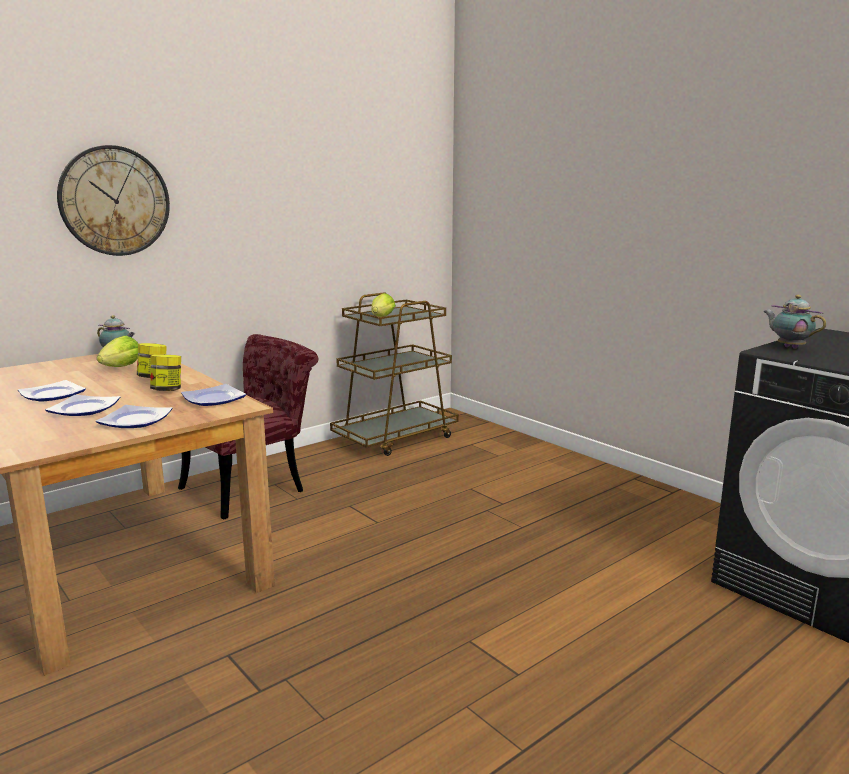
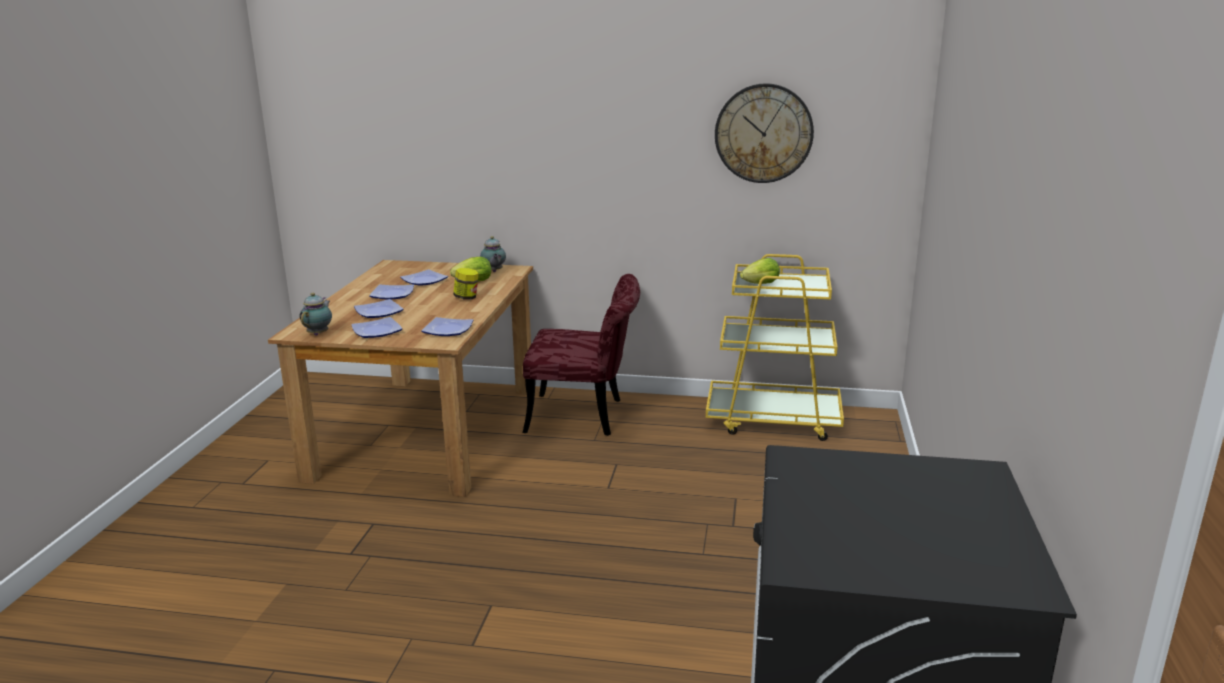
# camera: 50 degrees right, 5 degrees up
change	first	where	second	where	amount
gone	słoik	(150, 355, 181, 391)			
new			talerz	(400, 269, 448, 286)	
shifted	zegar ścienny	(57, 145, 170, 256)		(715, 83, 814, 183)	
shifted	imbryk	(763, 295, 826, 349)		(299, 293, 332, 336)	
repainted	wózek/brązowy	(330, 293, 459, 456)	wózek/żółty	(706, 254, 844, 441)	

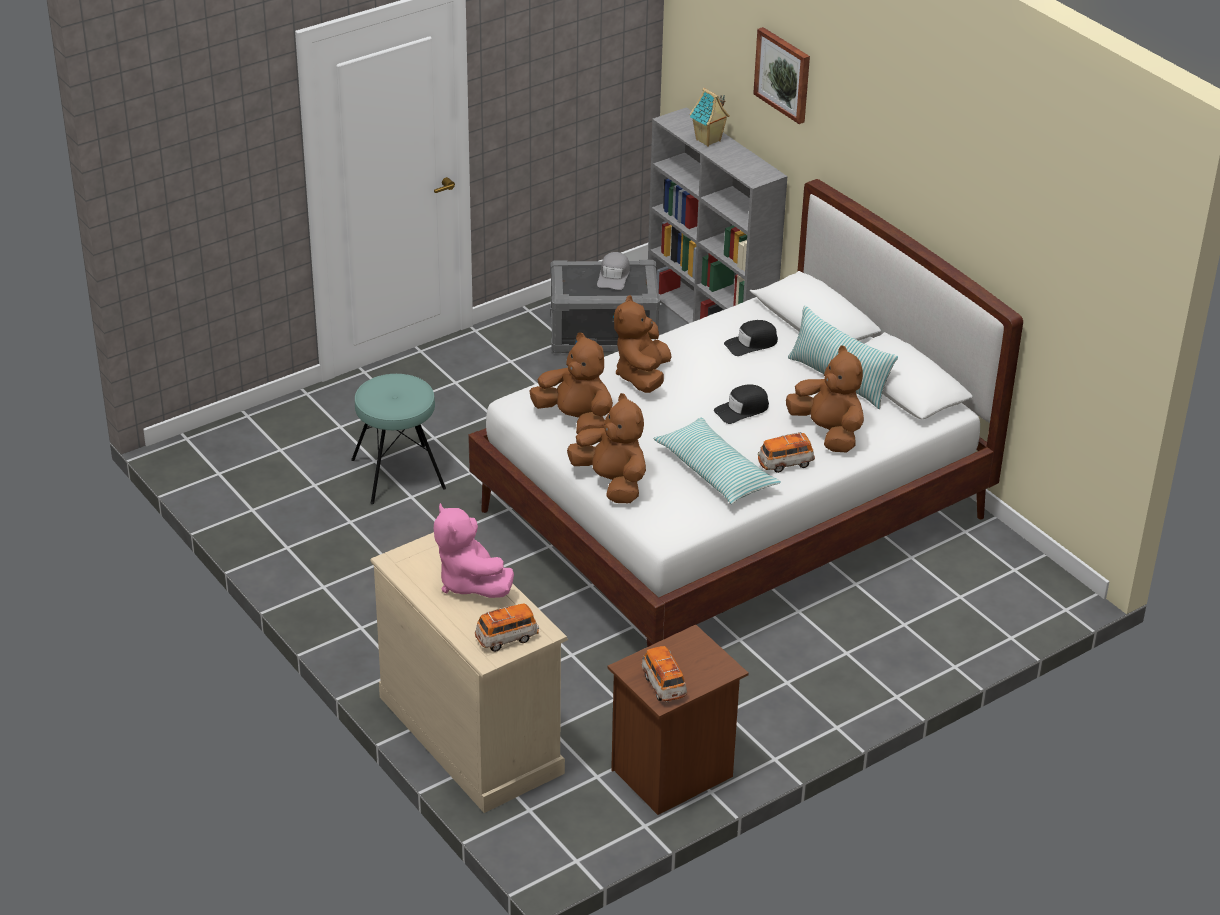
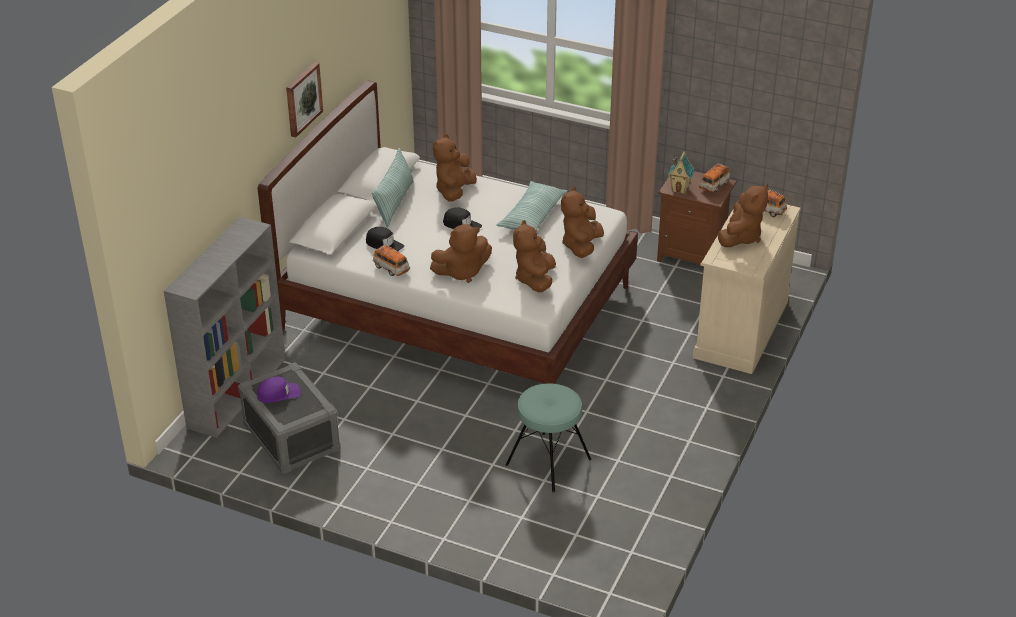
# camera: 120 degrees left, 0 degrees up
change	first	where	second	where	amount
shifted	domek	(689, 88, 730, 147)		(668, 151, 695, 194)	
shifted	obraz	(753, 27, 810, 124)		(286, 62, 323, 137)	
shifted	samochodzik	(758, 432, 815, 473)		(373, 245, 410, 276)	
repainted	pluszak/różowy	(434, 503, 514, 598)	pluszak/brązowy	(718, 184, 768, 247)	
repainted	czapka z daszkiem/szary	(597, 252, 630, 290)	czapka z daszkiem/fioletowy	(257, 376, 301, 403)	

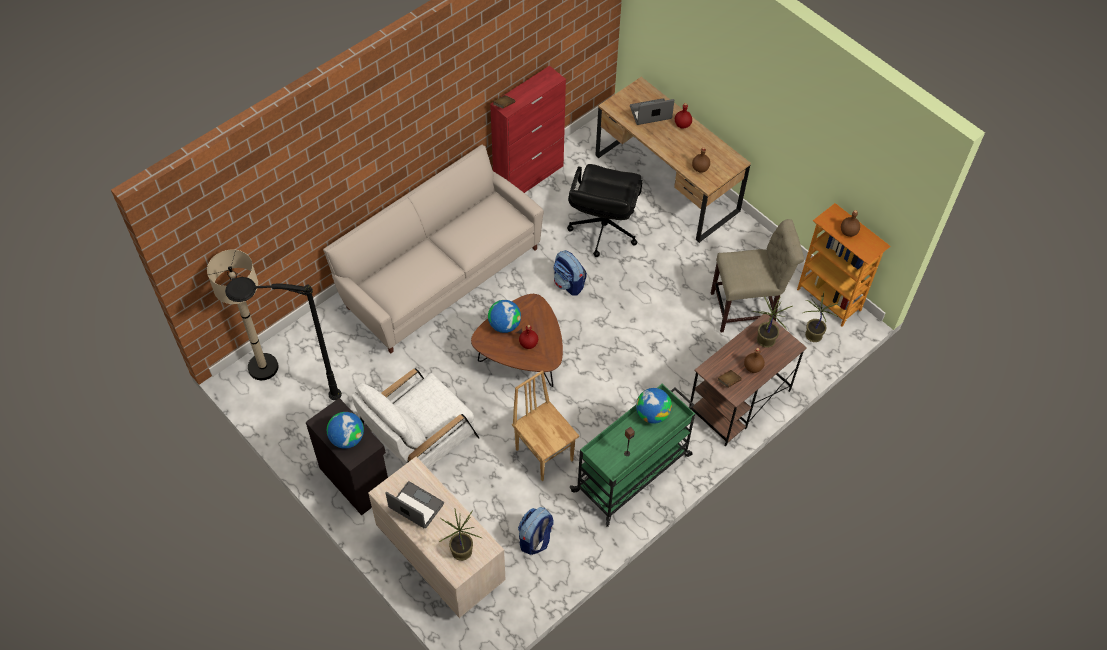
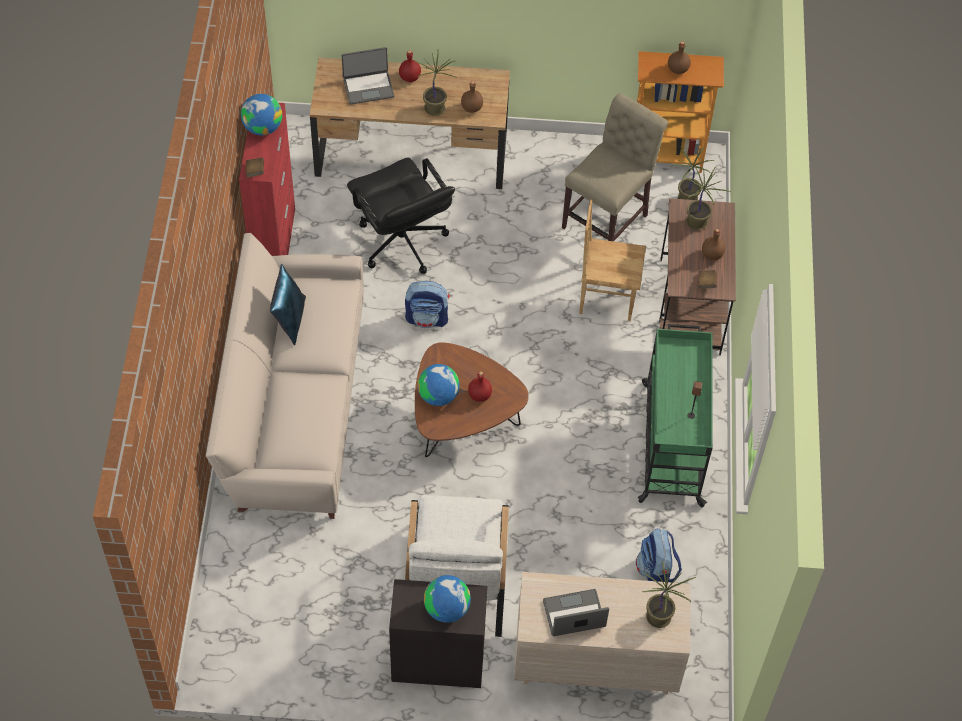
# camera: 45 degrees left, 0 degrees up
change	first	where	second	where	amount
gone	lampa stojąca/beżowy	(207, 249, 278, 380)			
gone	lampa stojąca/czarny	(225, 277, 342, 400)			
new			poduszka/niebieski	(270, 264, 306, 345)	
new			roślina doniczkowa	(414, 49, 457, 116)	
shifted	krzesło/brązowy	(512, 370, 579, 481)		(579, 200, 646, 321)	
shifted	globus	(636, 388, 672, 424)		(241, 94, 282, 135)	
rotated	laptop	(630, 98, 674, 125)		(342, 47, 394, 105)	135 degrees counterclockwise

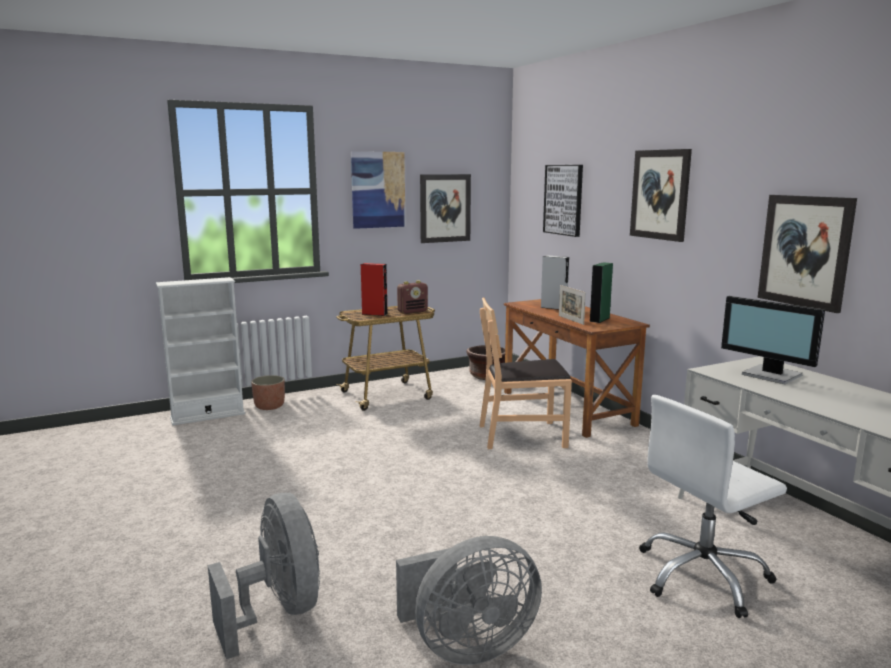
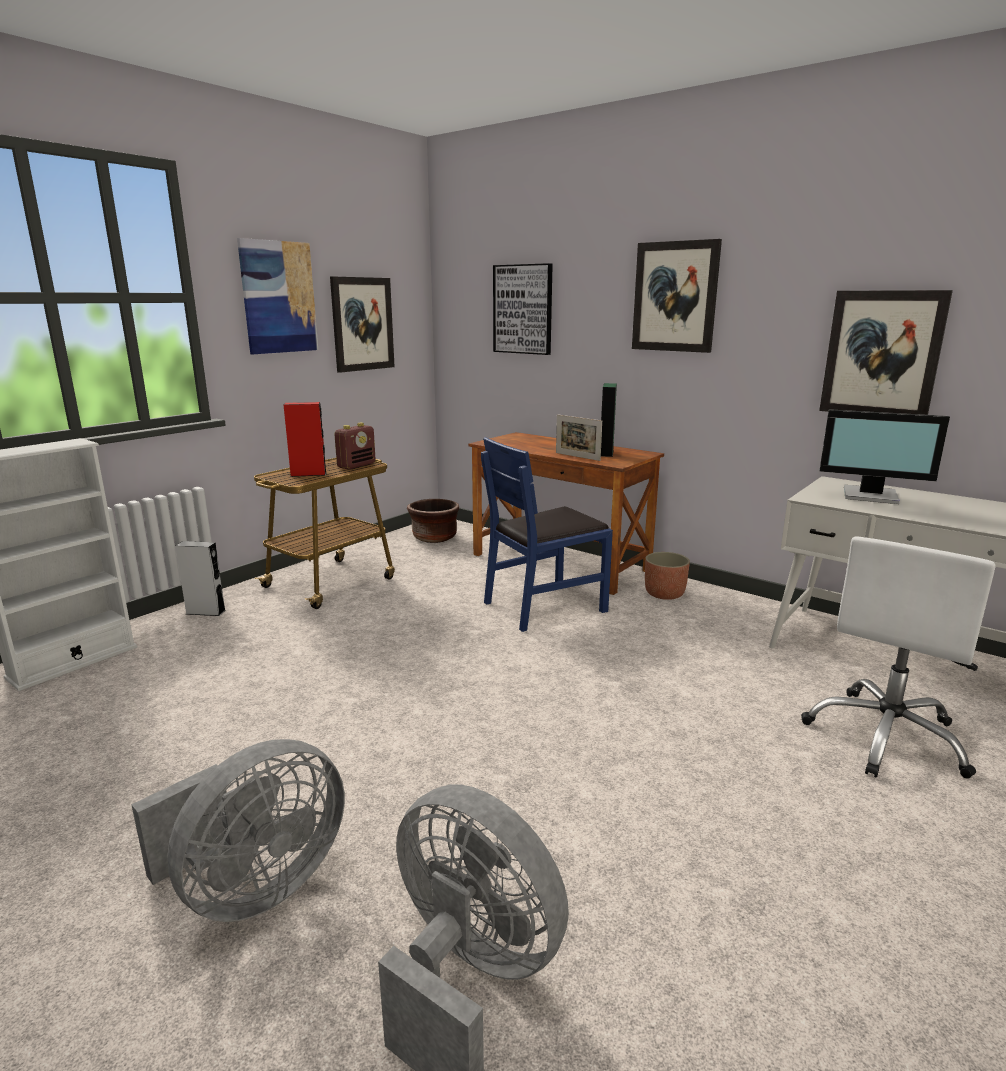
# camera: 25 degrees left, 5 degrees up
change	first	where	second	where	amount
shifted	donica	(251, 375, 285, 410)		(645, 552, 690, 600)	
shifted	wentylator/szary	(396, 536, 542, 665)		(131, 739, 345, 922)	
shifted	głośnik/szary	(541, 255, 569, 310)		(175, 541, 226, 616)	
repainted	krzesło/brązowy	(480, 297, 572, 449)	krzesło/niebieski	(481, 437, 613, 632)	

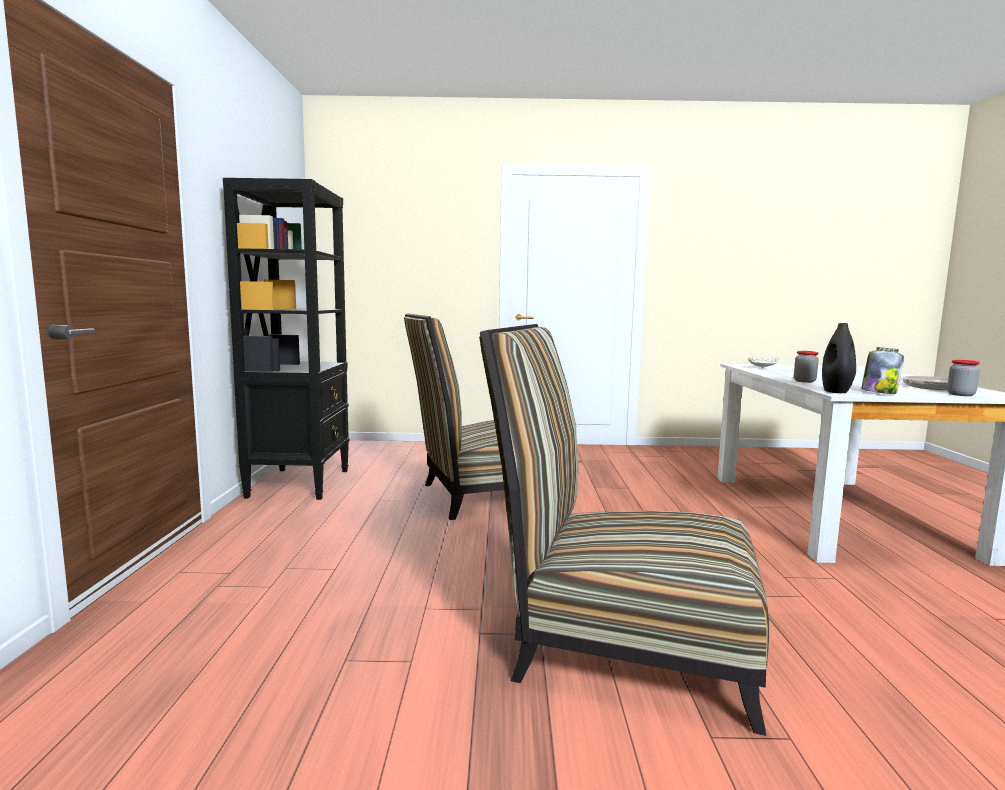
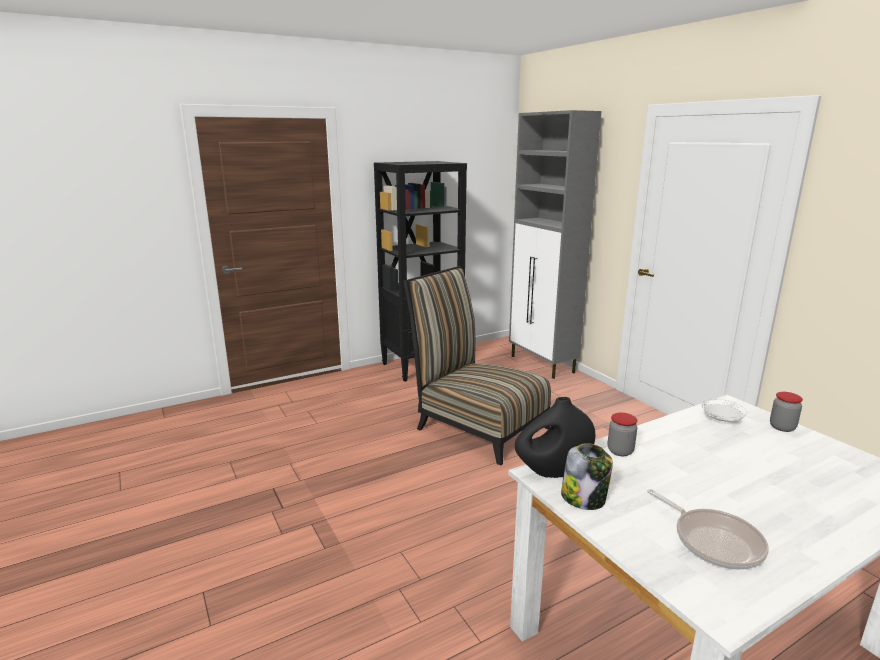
# camera: 60 degrees right, 10 degrees up
change	first	where	second	where	amount
gone	krzesło	(479, 324, 769, 736)			
new			szafka/szary	(509, 110, 601, 379)	
shifted	słoik	(947, 360, 980, 396)		(770, 392, 803, 432)	

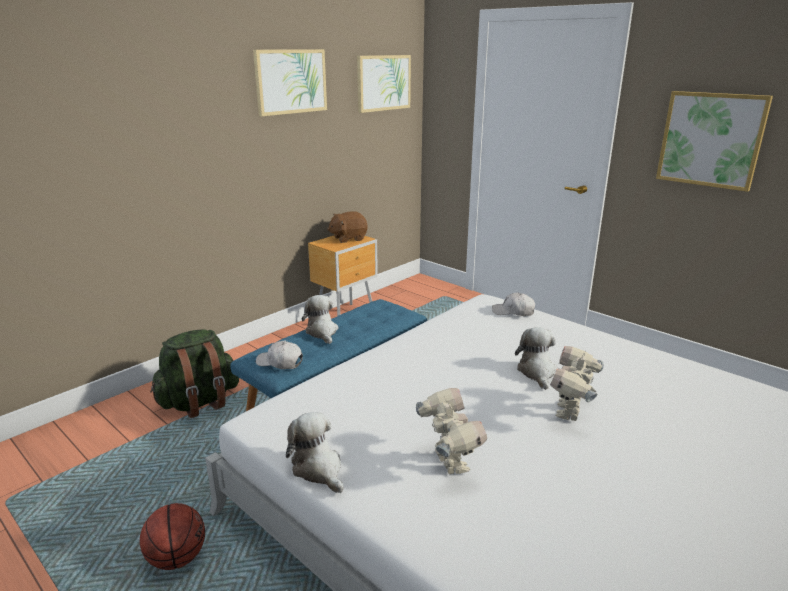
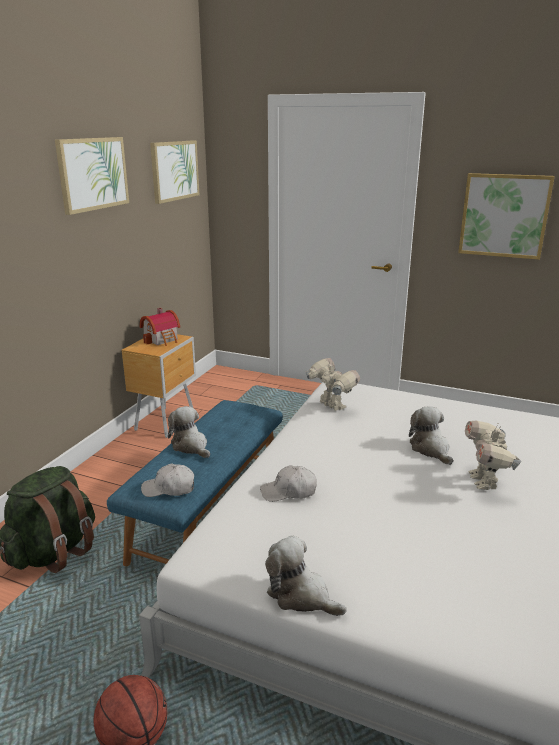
# camera: 20 degrees left, 0 degrees up
change	first	where	second	where	amount
shifted	robot zabawkowy	(416, 388, 487, 474)		(305, 358, 360, 411)	
shifted	czapka z daszkiem/biały	(492, 292, 535, 316)		(260, 465, 317, 502)	
swapped	pluszak/brązowy	(327, 211, 368, 243)	domek	(139, 308, 180, 346)	

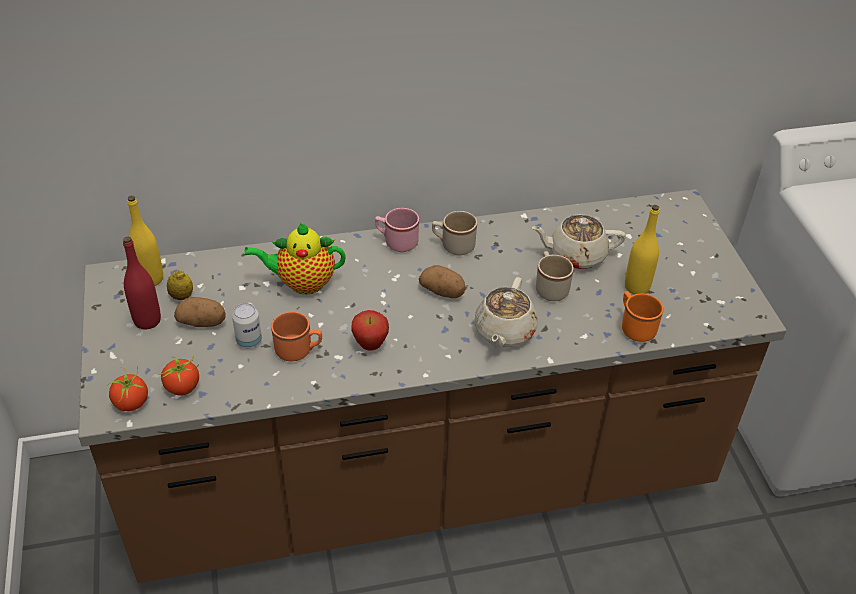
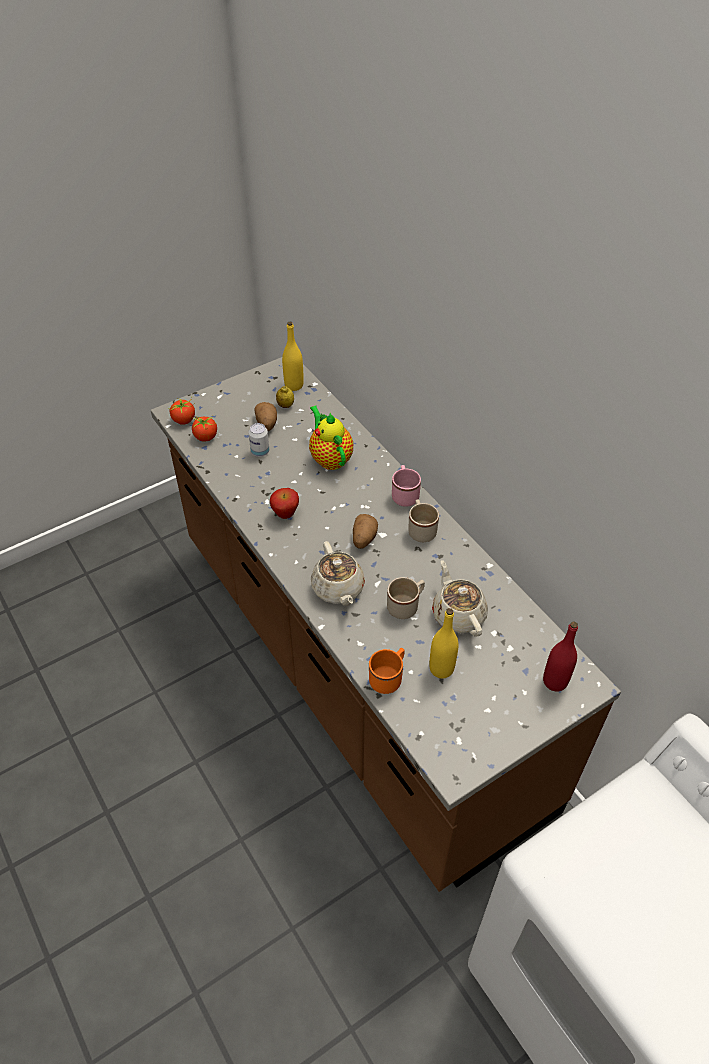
# camera: 70 degrees right, 5 degrees up
change	first	where	second	where	amount
gone	kubek/pomarańczowy	(271, 312, 322, 361)			
shifted	butelka/czerwony	(123, 236, 161, 329)		(543, 621, 578, 692)	
rotated	imbryk/beżowy	(474, 277, 538, 348)		(311, 541, 365, 605)	105 degrees counterclockwise

